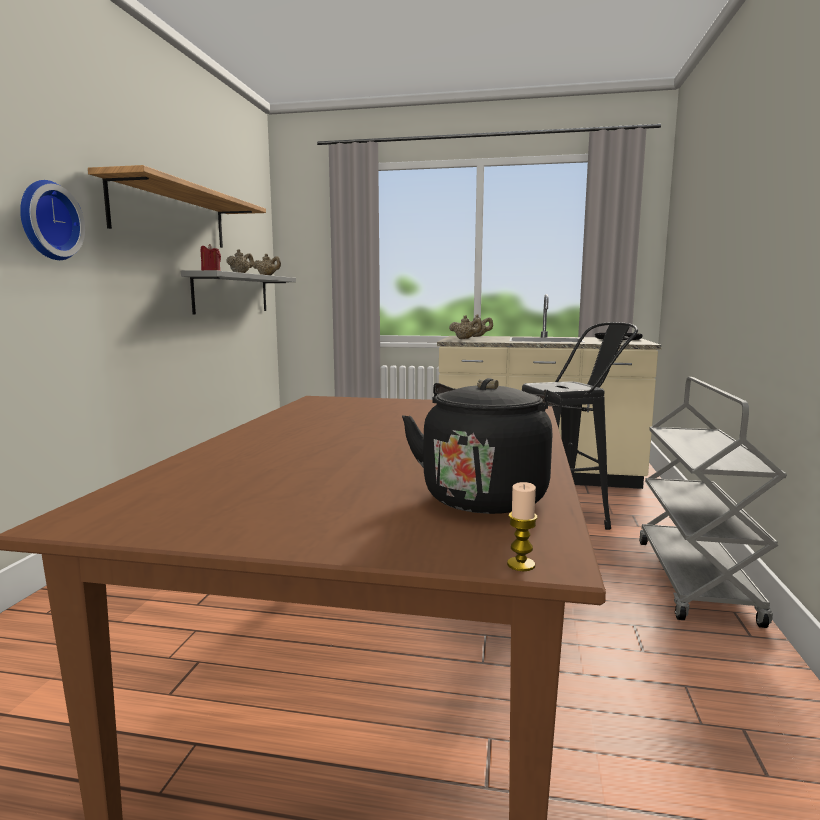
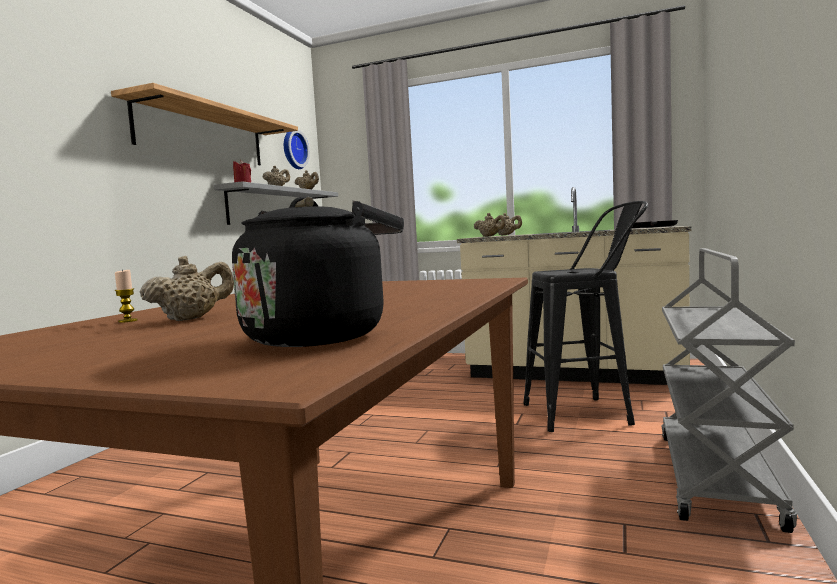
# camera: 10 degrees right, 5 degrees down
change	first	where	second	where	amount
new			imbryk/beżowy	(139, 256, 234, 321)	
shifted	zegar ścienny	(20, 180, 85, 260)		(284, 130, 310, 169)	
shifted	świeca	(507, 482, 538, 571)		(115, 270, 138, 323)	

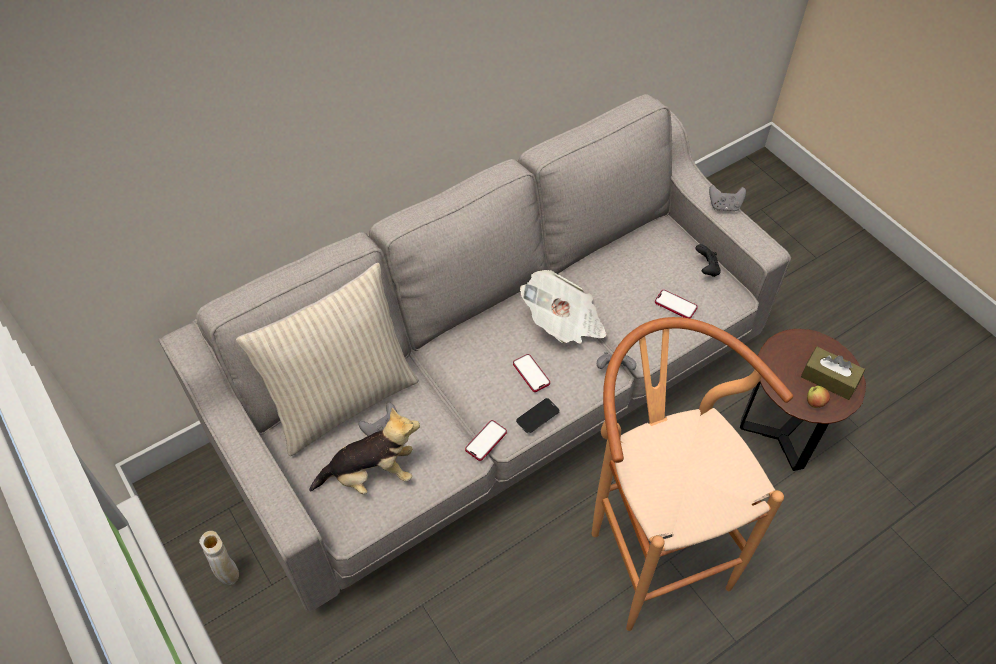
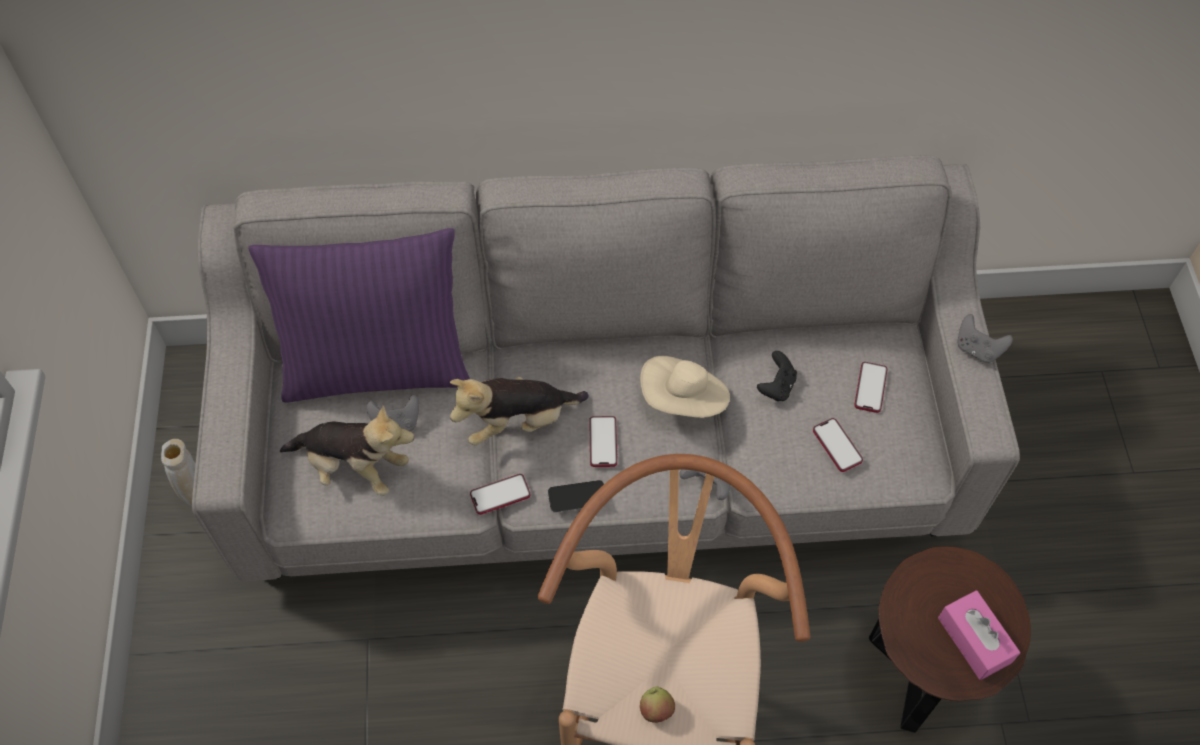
# camera: 30 degrees right, 5 degrees up
change	first	where	second	where	amount
new			pluszak	(450, 377, 589, 445)	
new			telefon	(854, 362, 888, 413)	
shifted	pad do gier/czarny	(695, 244, 721, 277)		(757, 351, 797, 401)	
shifted	jabłko	(807, 386, 830, 408)		(640, 686, 675, 723)	
swapped	gazeta	(520, 270, 606, 344)	kapelusz/beżowy	(640, 356, 730, 418)	
repainted	poduszka/beżowy	(236, 263, 419, 456)	poduszka/fioletowy	(248, 228, 470, 403)	
repainted	pudełko chusteczek/brązowy	(801, 347, 865, 400)	pudełko chusteczek/różowy	(938, 590, 1020, 680)	

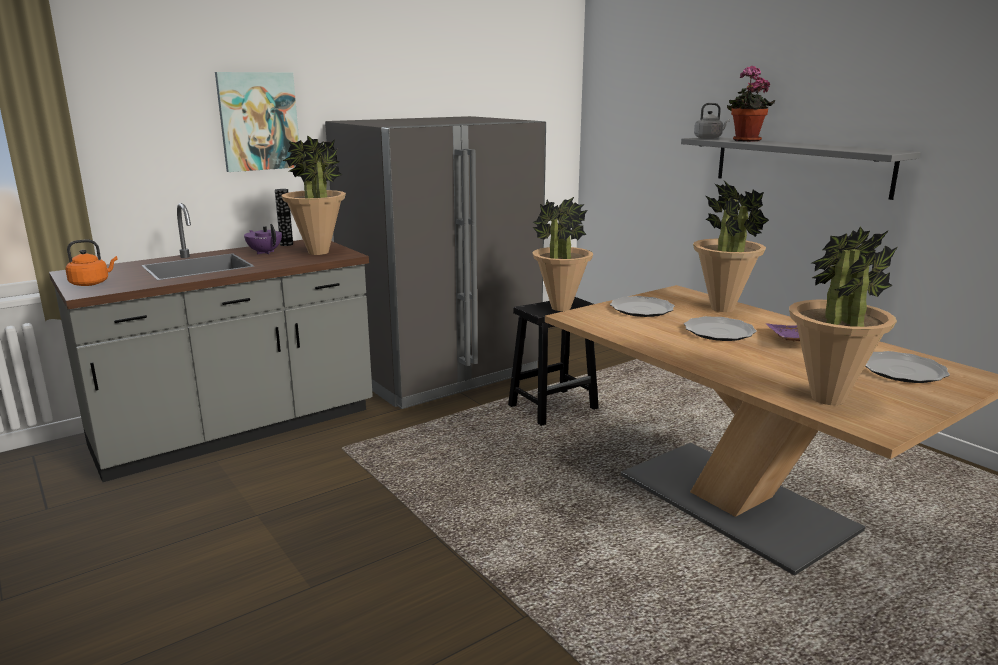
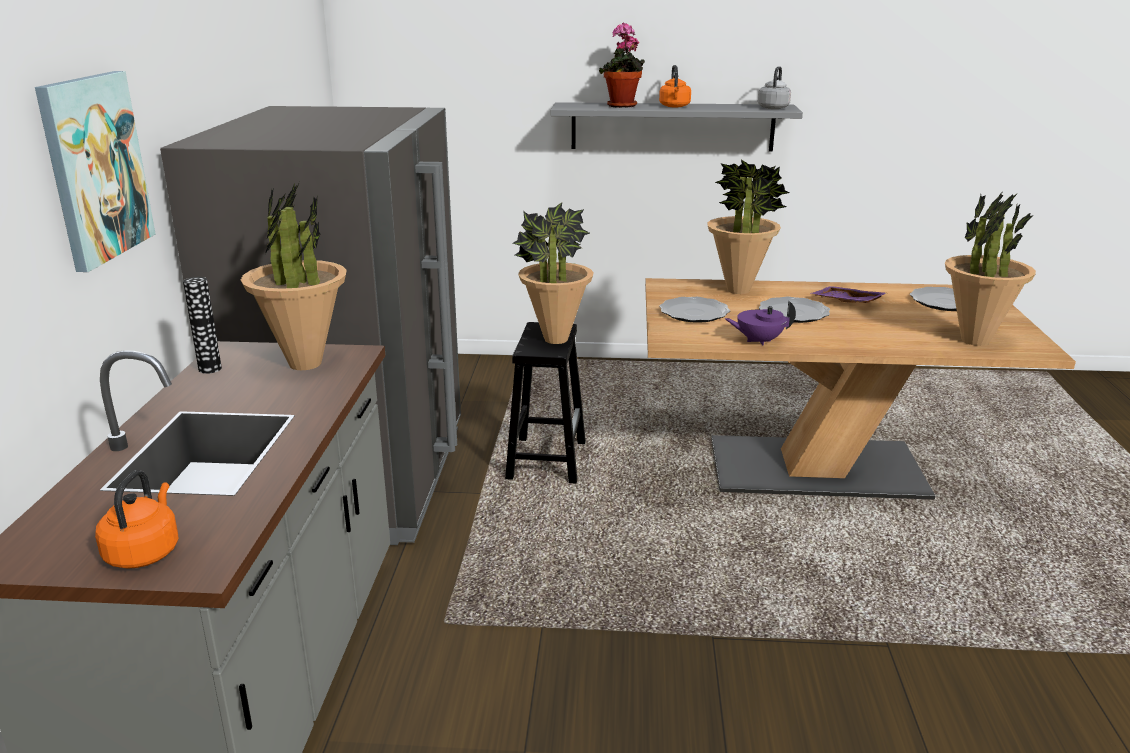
# camera: 50 degrees left, 5 degrees up
change	first	where	second	where	amount
new			czajnik/pomarańczowy	(659, 65, 691, 107)	
shifted	imbryk/fioletowy	(244, 224, 282, 254)		(725, 300, 796, 346)	
shifted	czajnik/szary	(694, 103, 730, 139)		(758, 66, 791, 109)	

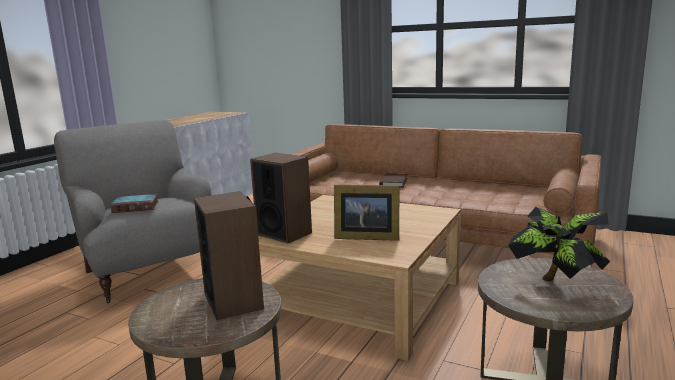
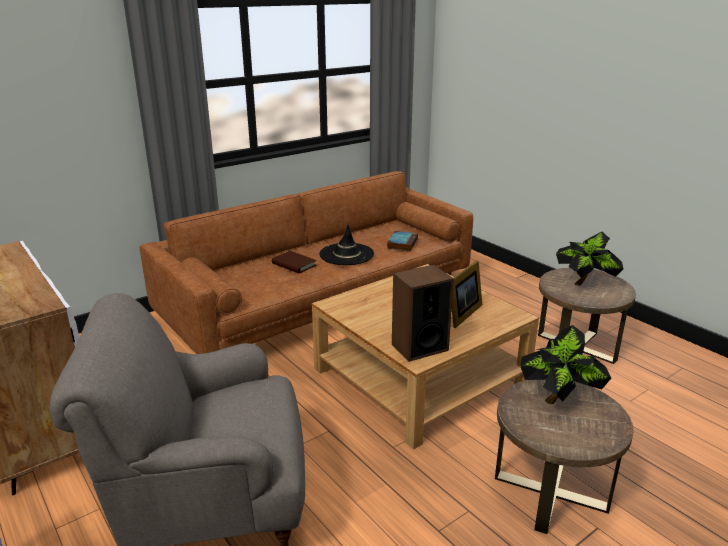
# camera: 65 degrees left, 10 degrees up
change	first	where	second	where	amount
new			kapelusz/czarny	(319, 224, 374, 265)	
shifted	książka	(110, 194, 158, 213)		(387, 231, 418, 251)	
swapped	głośnik	(194, 191, 264, 320)	roślina doniczkowa	(520, 325, 611, 404)	

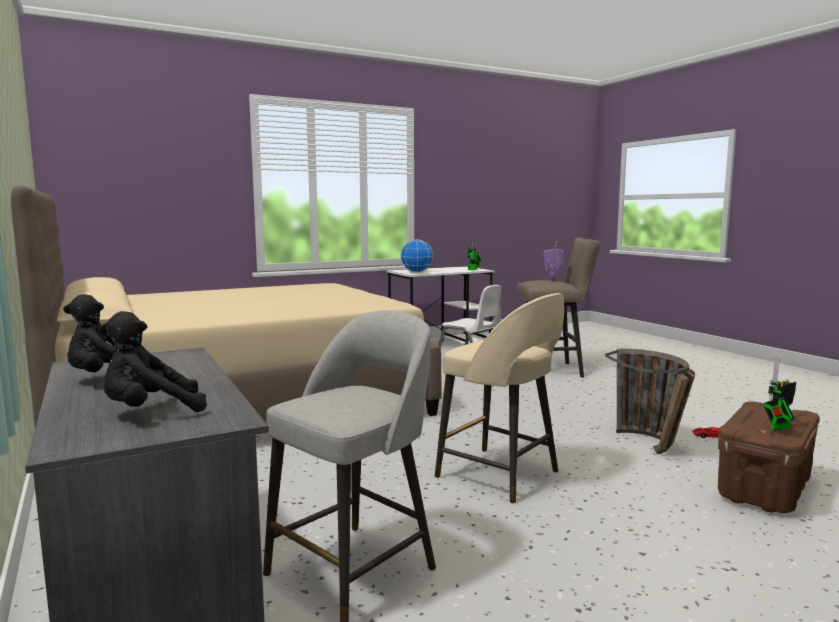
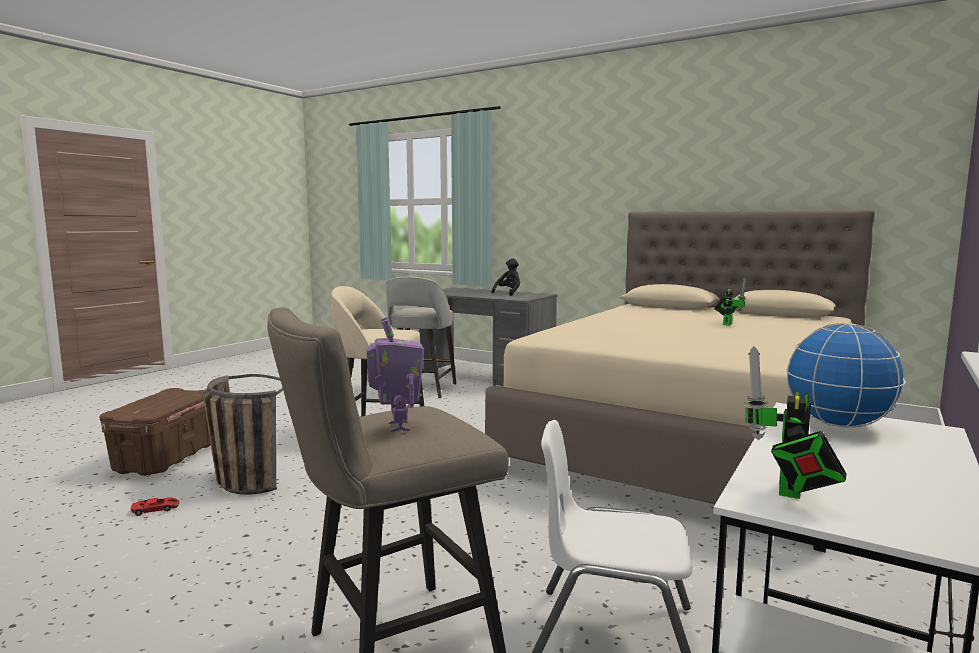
# camera: 150 degrees right, 0 degrees up
change	first	where	second	where	amount
gone	pluszak/czarny	(99, 311, 207, 412)			
shifted	robot zabawkowy	(763, 356, 796, 430)		(714, 278, 747, 325)	

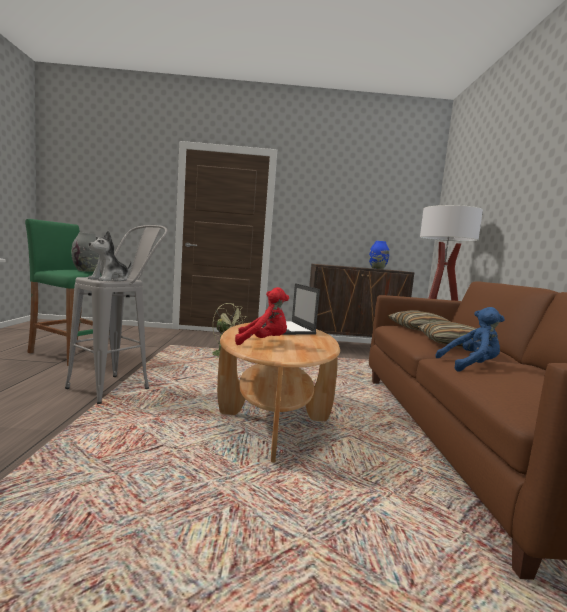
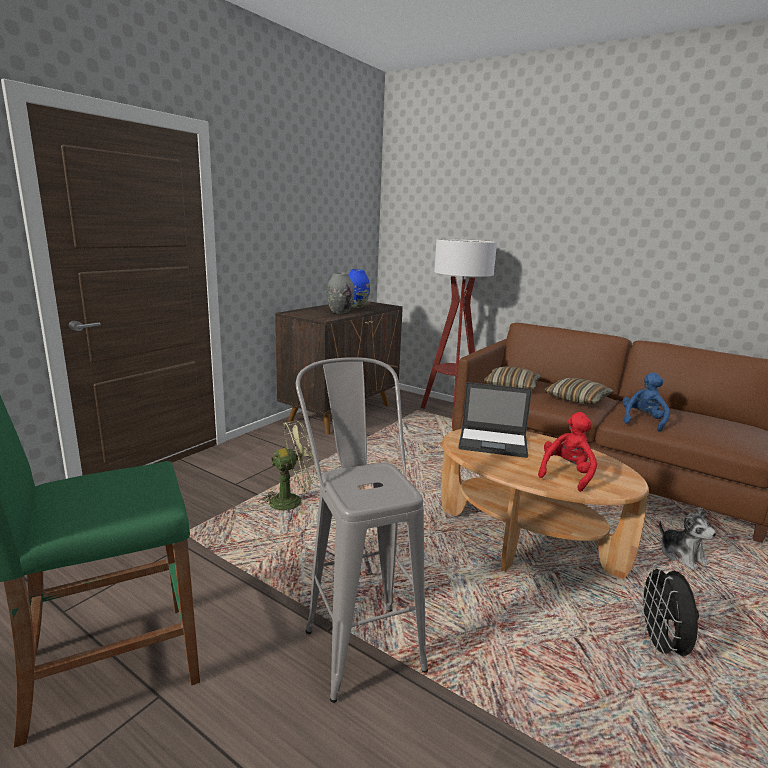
# camera: 55 degrees left, 10 degrees up
change	first	where	second	where	amount
new			wentylator/czarny	(637, 563, 699, 658)	
shifted	wazon/szary	(71, 232, 99, 272)		(327, 272, 354, 314)	
shifted	pluszak	(88, 231, 132, 281)		(659, 508, 716, 570)	

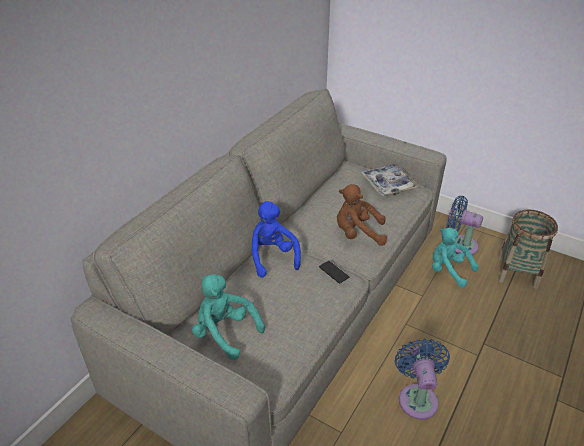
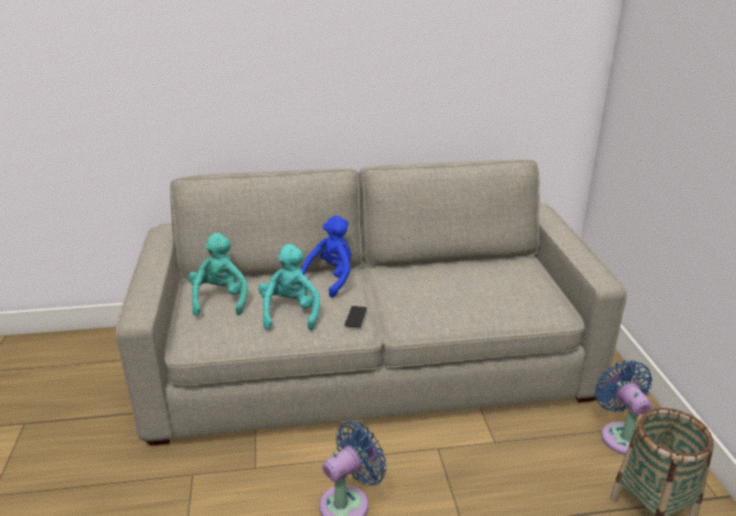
# camera: 50 degrees right, 10 degrees down
change	first	where	second	where	amount
gone	pluszak/brązowy	(337, 184, 387, 246)			
gone	taca	(361, 164, 420, 196)			
shifted	pluszak/turkusowy	(432, 228, 479, 287)		(258, 244, 320, 330)	

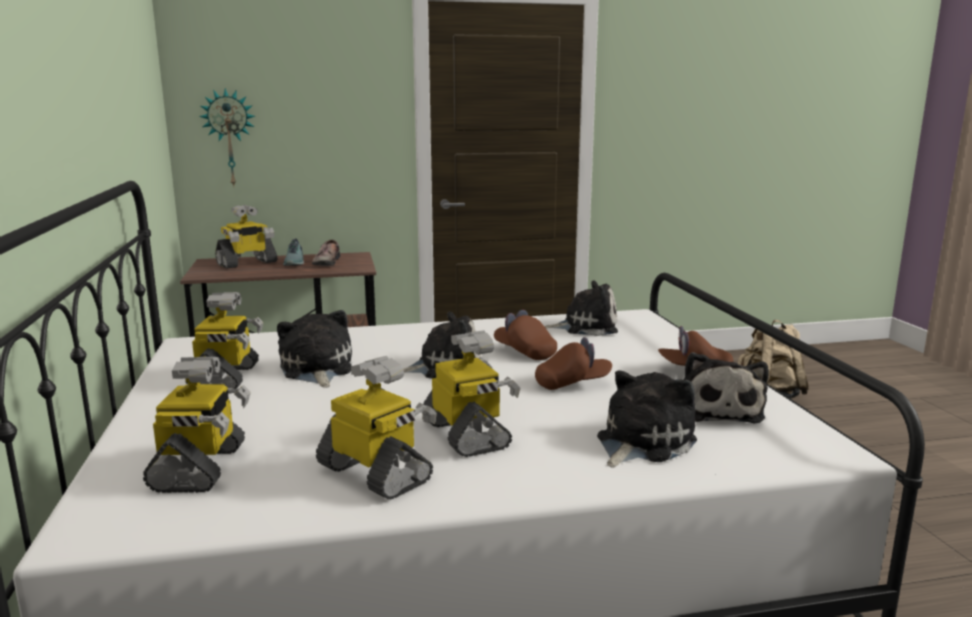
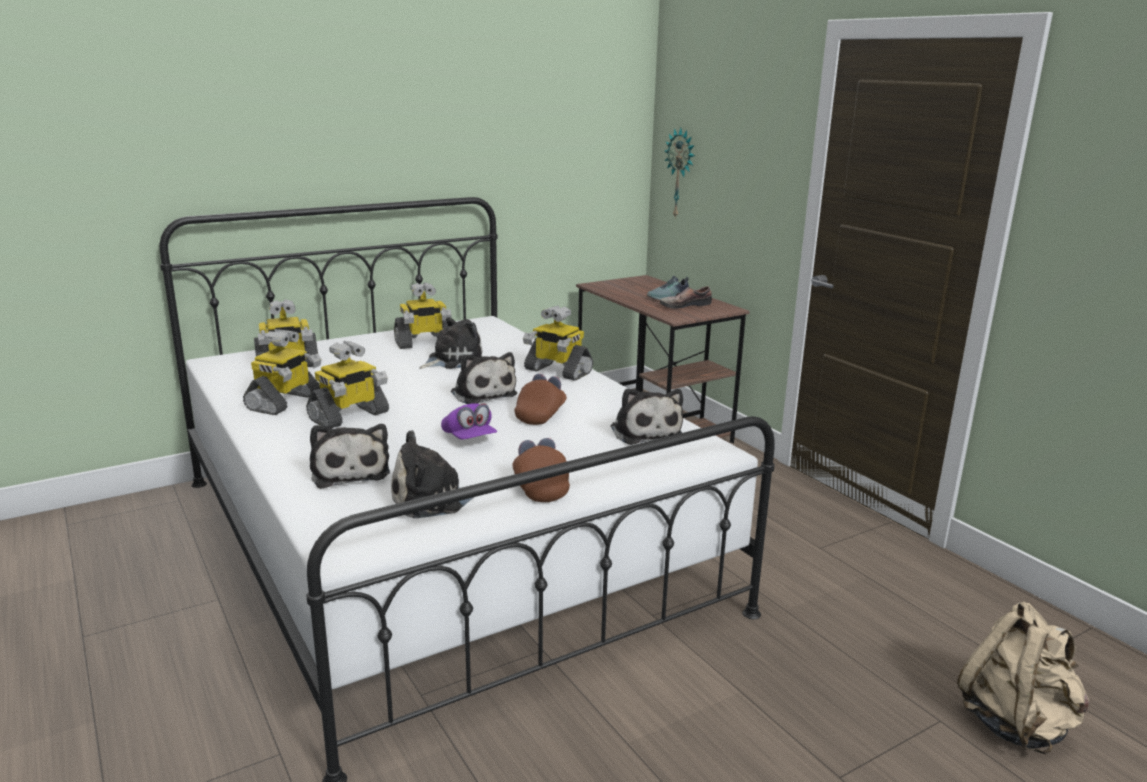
# camera: 70 degrees right, 5 degrees up
change	first	where	second	where	amount
shifted	robot zabawkowy	(215, 205, 277, 269)		(523, 306, 593, 381)	
repainted	czapka z daszkiem/brązowy	(535, 337, 612, 390)	czapka z daszkiem/fioletowy	(441, 403, 497, 439)	
rotated	pluszak	(597, 371, 697, 468)		(310, 424, 390, 489)	45 degrees clockwise

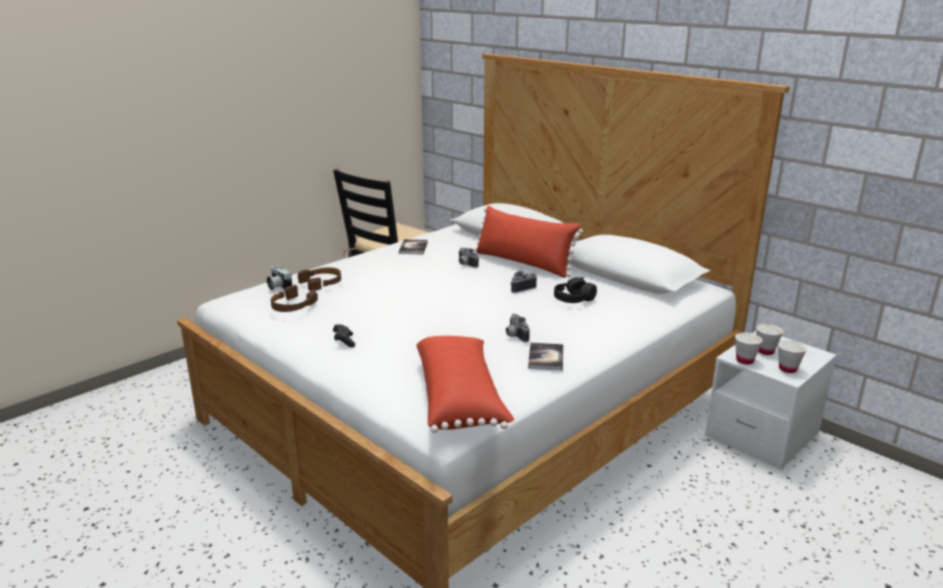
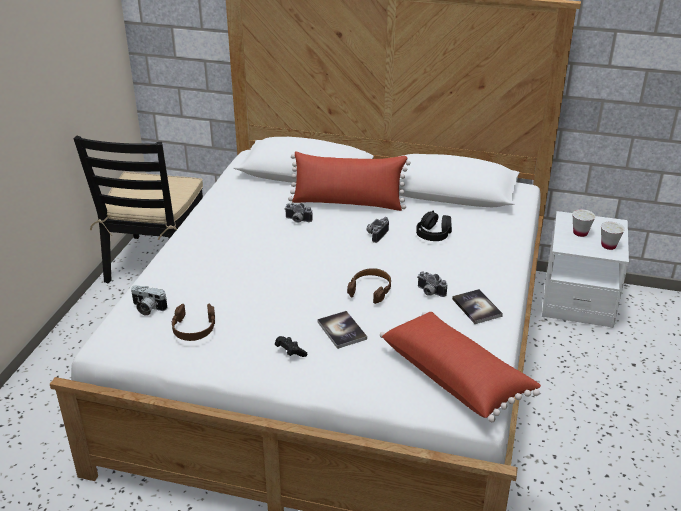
# camera: 30 degrees left, 10 degrees up
change	first	where	second	where	amount
gone	filiżanka/biały	(735, 333, 763, 364)			
shifted	słuchawki/brązowy	(298, 267, 341, 291)		(347, 268, 391, 304)	
shifted	książka	(399, 239, 428, 255)		(318, 311, 367, 349)	

